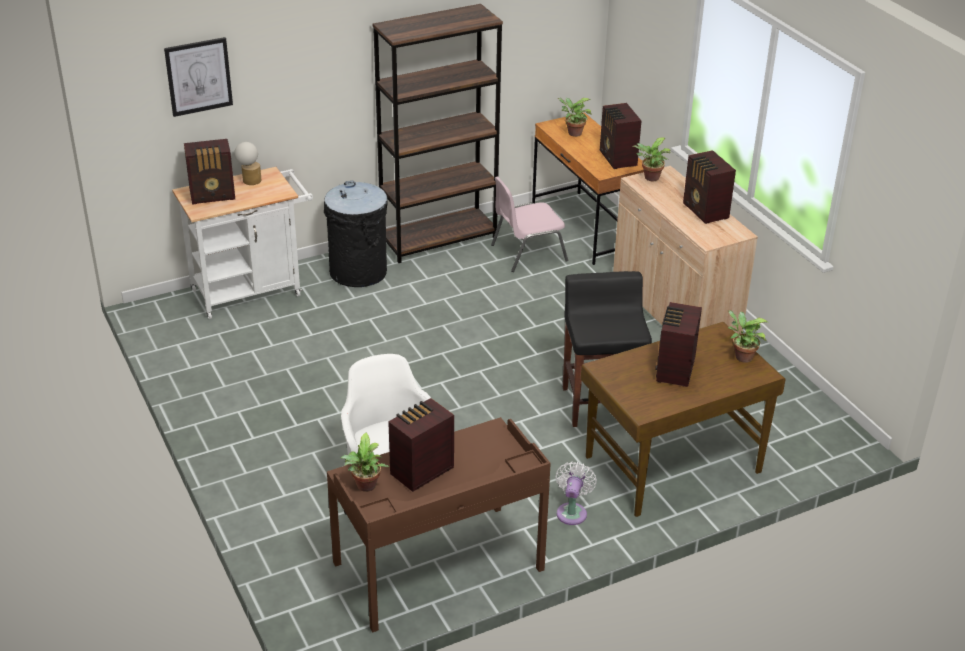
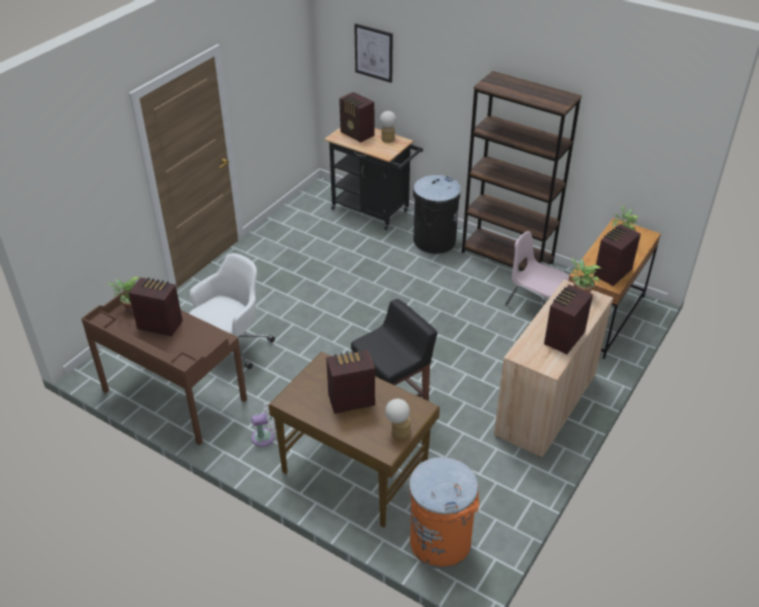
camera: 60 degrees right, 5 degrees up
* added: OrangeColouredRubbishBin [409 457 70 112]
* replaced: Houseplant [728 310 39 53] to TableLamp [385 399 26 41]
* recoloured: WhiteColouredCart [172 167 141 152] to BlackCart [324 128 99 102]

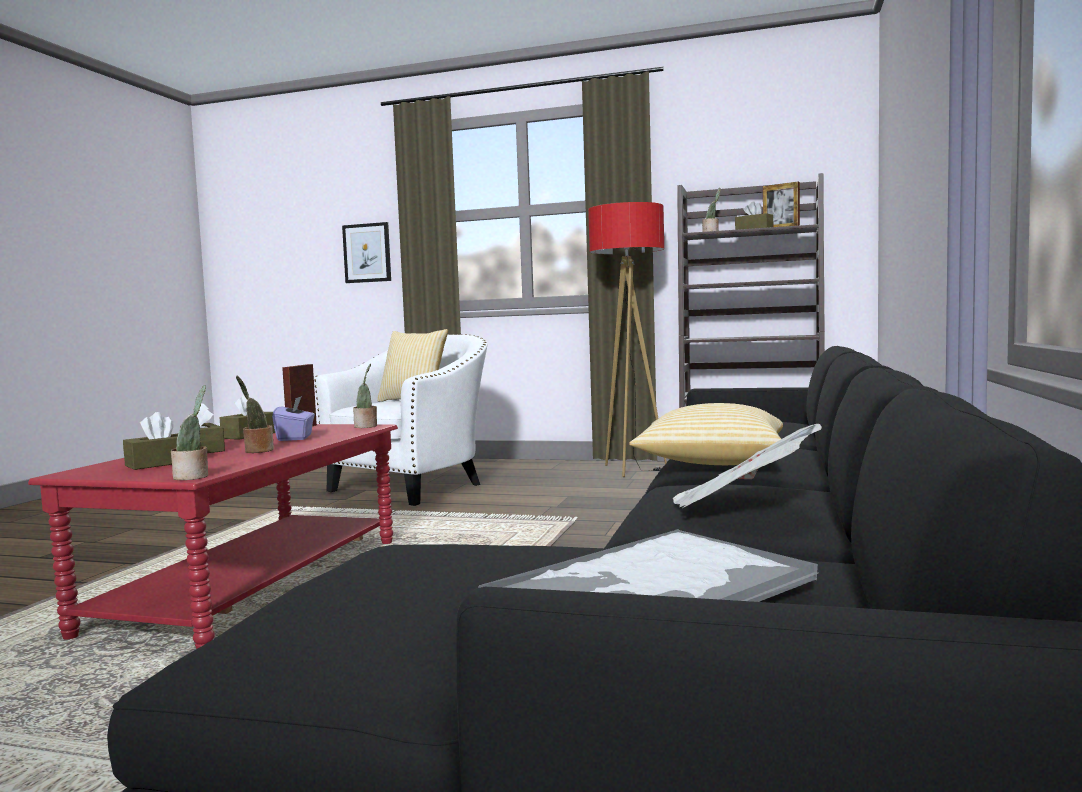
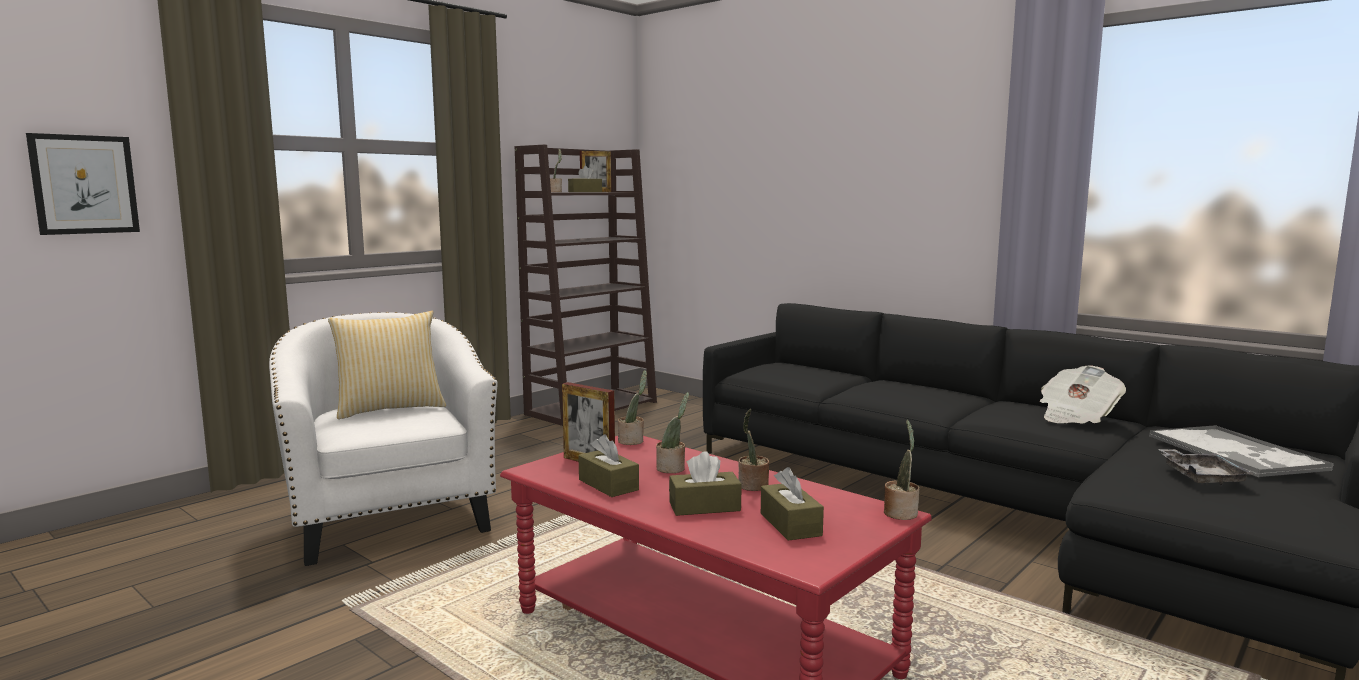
camera: 65 degrees left, 5 degrees up
* removed: FloorLamp [588 202 79 275]
* removed: Cushion [629 403 154 62]
* added: GreyishTray [1158 449 95 36]
* replaced: PurpleColouredTissueHolder [272 396 43 45] to Houseplant [656 392 33 81]

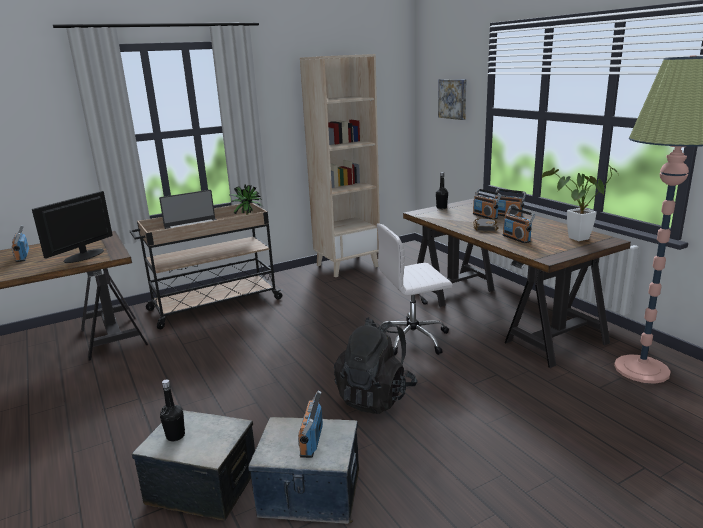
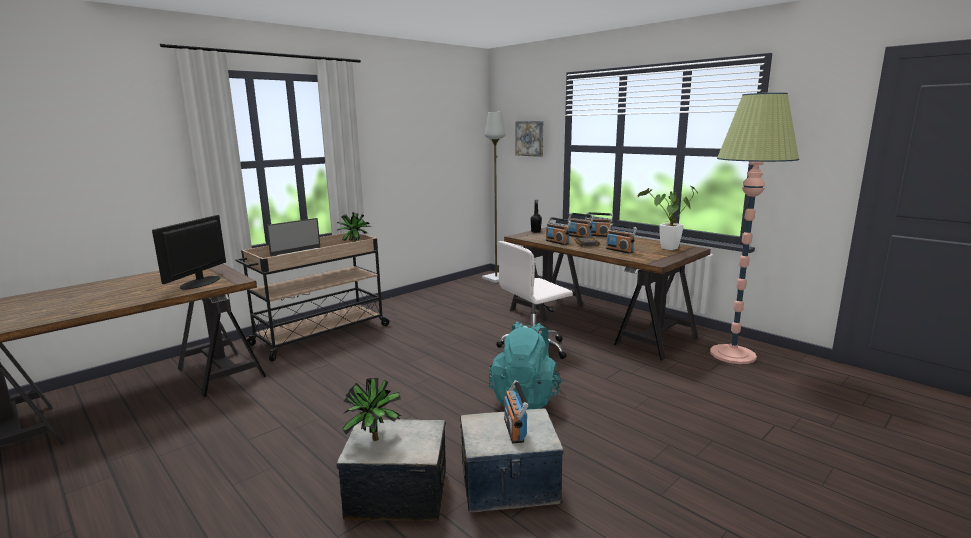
camera: 15 degrees left, 5 degrees down
* removed: BeigeColouredBookcase [300 54 80 223]
* added: GreyishFloorLamp [482 112 23 171]
* moved: RadioSet [12 225 17 37] to [546 217 25 28]
* replaced: BlackBottle [160 379 25 62] to Houseplant [342 378 60 63]
* recoloured: BlackKnapsack [334 317 83 97] to TurquoiseKnapsack [489 321 73 89]

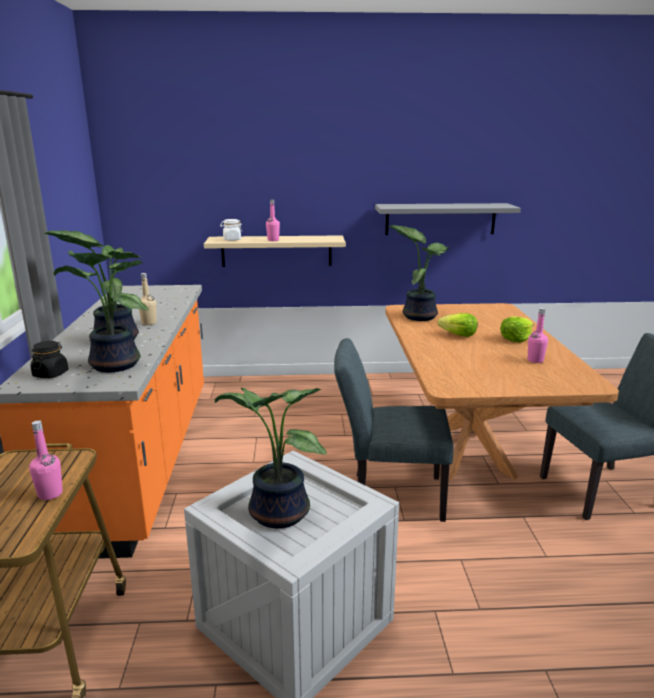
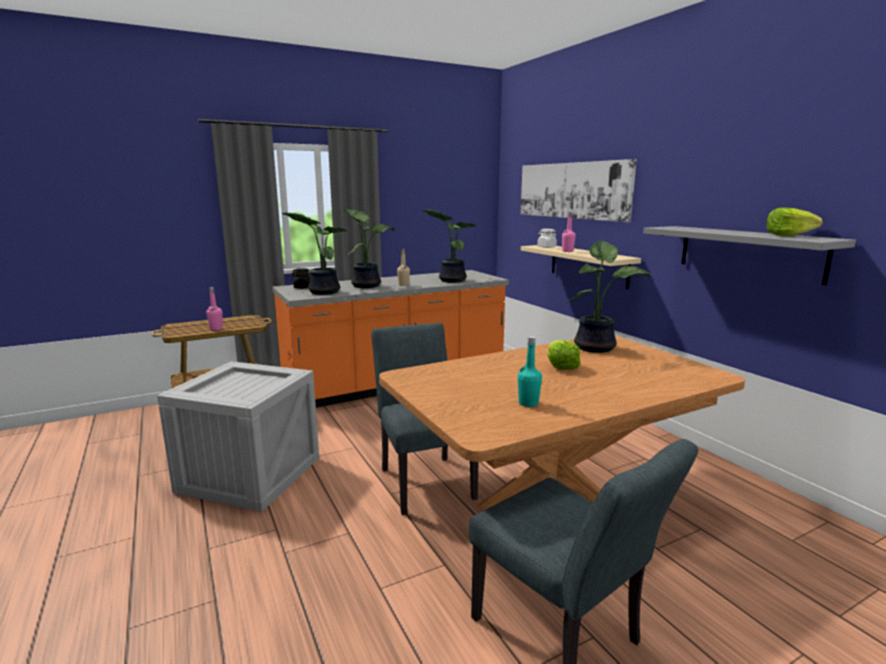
camera: 65 degrees right, 5 degrees down
* added: Picture [521 159 116 63]
* moved: Houseplant [215 388 112 140] to [421 209 55 73]
* moved: HeadOfLettuce [500 316 34 26] to [766 208 57 28]
* recoloured: PinkishBottle [528 308 20 55] to TurquoiseBottle [518 336 24 71]

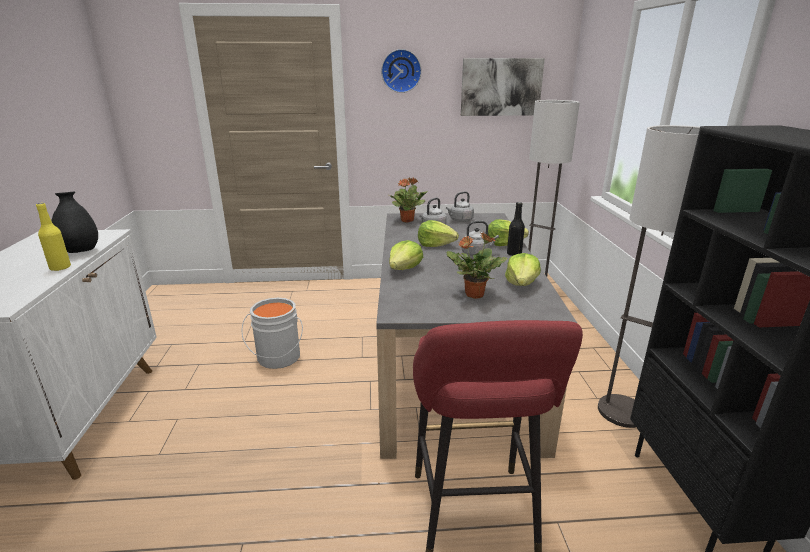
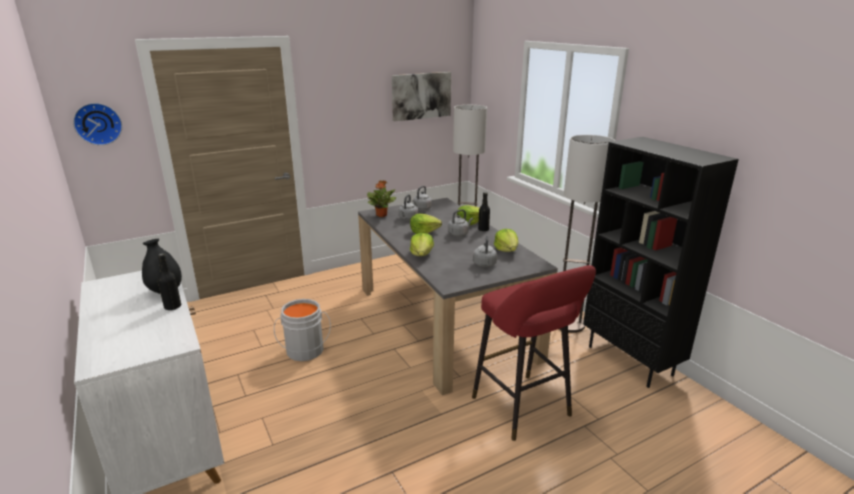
camera: 25 degrees left, 0 degrees up
* moved: ClockOnTheWall [381 49 41 44] to [73 103 49 42]
* replaced: Houseplant [446 232 61 67] to GreyishWaterKettle [473 236 24 31]
* recoloured: YellowBottle [36 203 35 68] to BlackBottle [158 253 23 57]

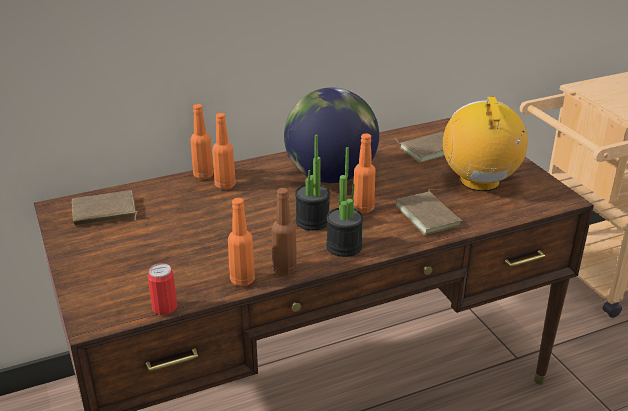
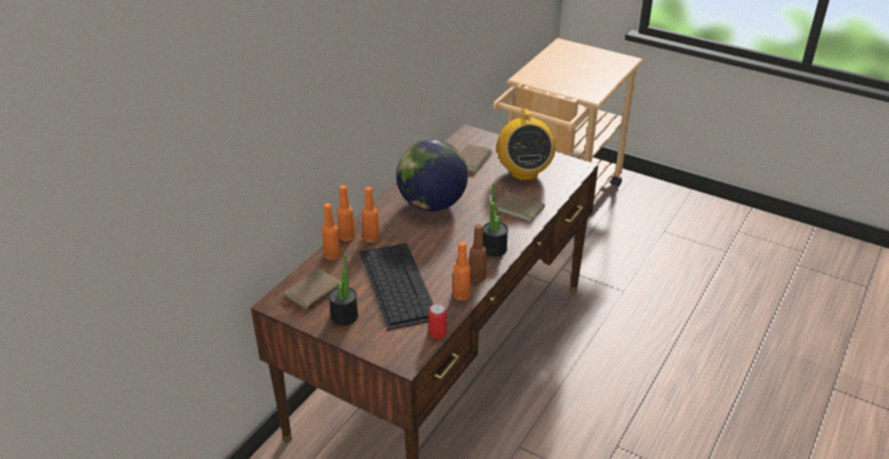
camera: 35 degrees left, 5 degrees up
* added: Keyboard [359 243 74 87]
* moved: Houseplant [295 134 35 97] to [328 254 30 72]
* moved: OrangeColouredBottle [353 134 23 79] to [322 203 19 58]
* turned: RadioSet [443 97 85 94] = [497 109 59 72] 150 degrees counterclockwise

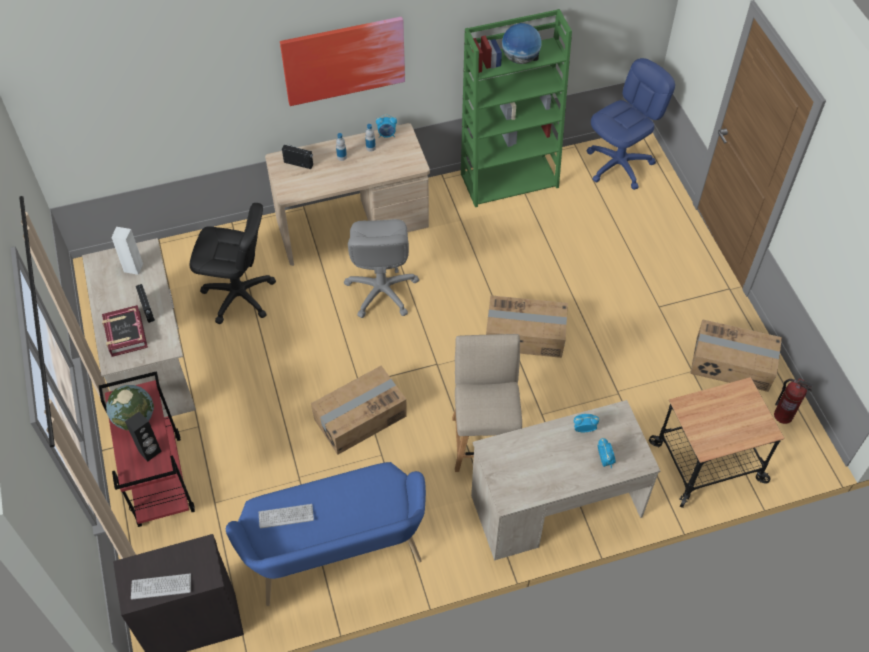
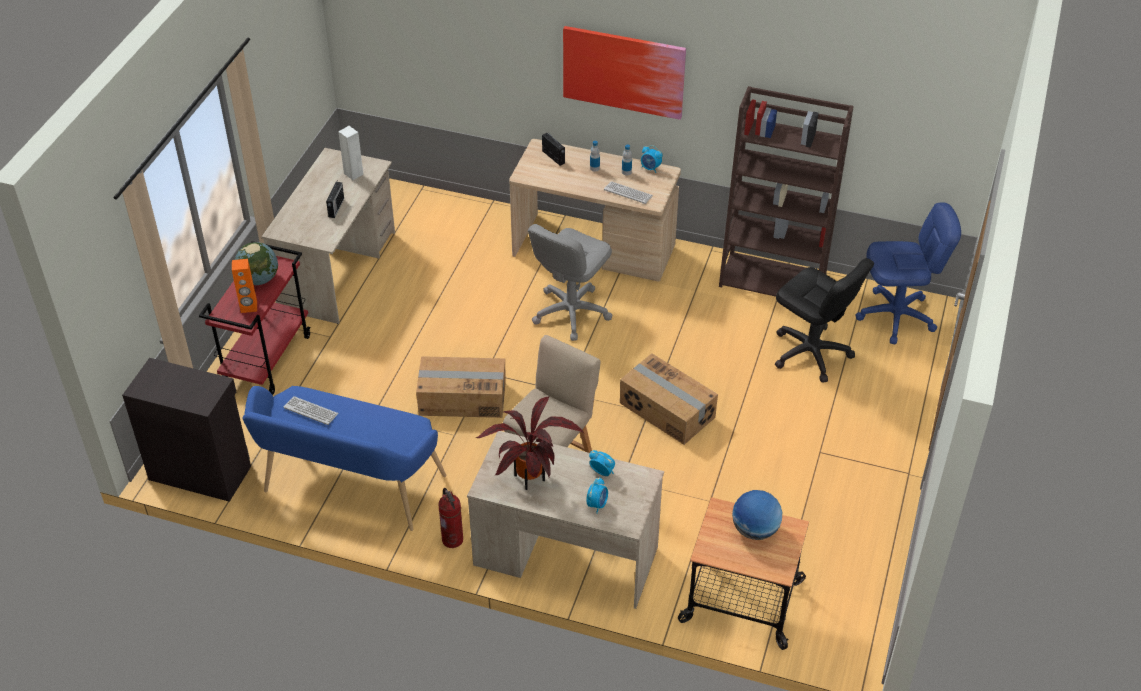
camera: 35 degrees right, 10 degrees down
* removed: BoundBook [102 305 46 52]
* removed: Carton [690 319 92 73]
* added: Houseplant [476 396 108 94]
* moved: Keyboard [131 573 60 27] to [604 181 49 23]
* moved: BlackOfficeChair [190 203 86 121] to [775 258 99 125]
* moved: DeskGlobe [502 23 39 41] to [732 490 50 50]
* moved: FireFightingCylinder [774 378 40 46] to [438 488 25 60]
* recoloured: BlackLoudspeaker [125 412 37 50] to OrangeColouredLoudspeaker [232 259 25 54]
* recoloured: GreenishBookcase [461 9 111 198] to BrownishBookcase [719 86 135 211]

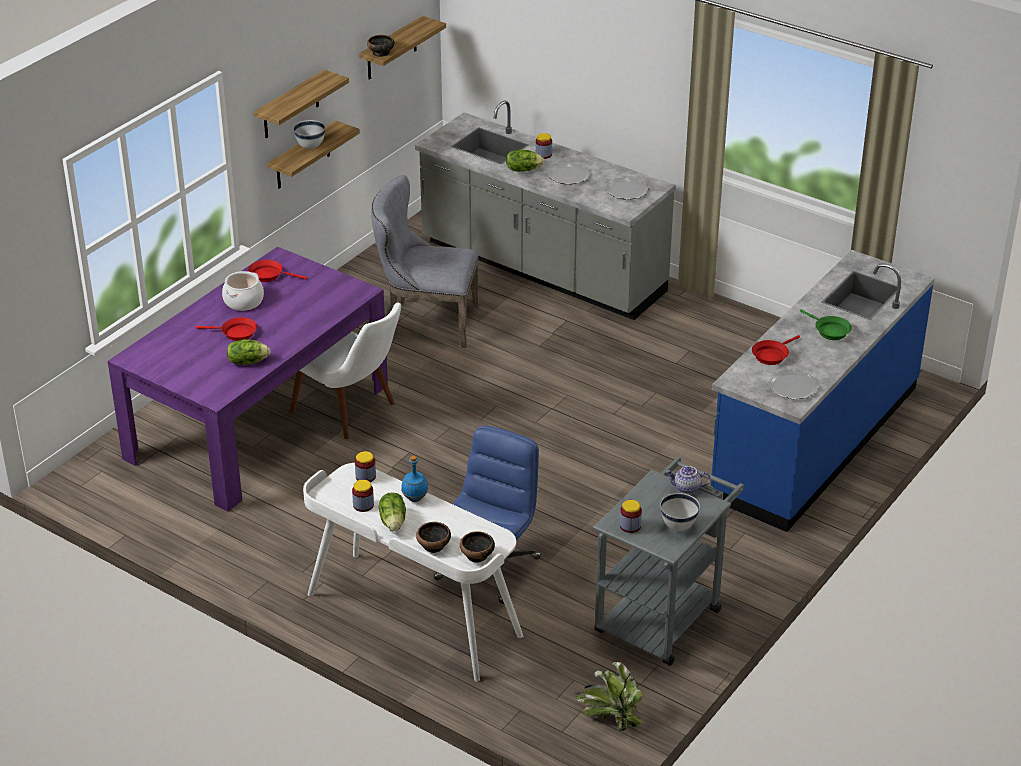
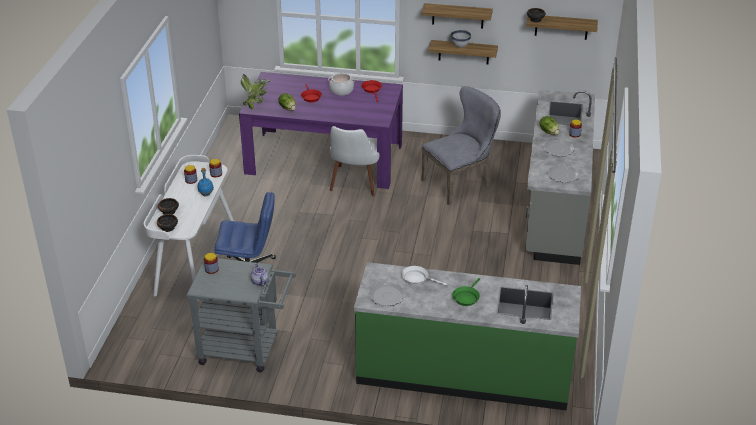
camera: 65 degrees right, 0 degrees up
* removed: HeadOfLettuce [379 492 27 40]
* removed: WhiteColouredServingBowl [660 493 40 38]
* moved: Houseplant [575 662 68 69] to [241 74 29 35]
* recoloured: BlueColouredCounter [711 250 224 282] to GreenishCounter [354 262 227 149]
* recoloured: RedSkillet [752 335 48 30] to WhiteColouredSkillet [402 266 45 20]
* turned: GreyishChair [371 175 108 173] = [421 86 80 119] 75 degrees clockwise

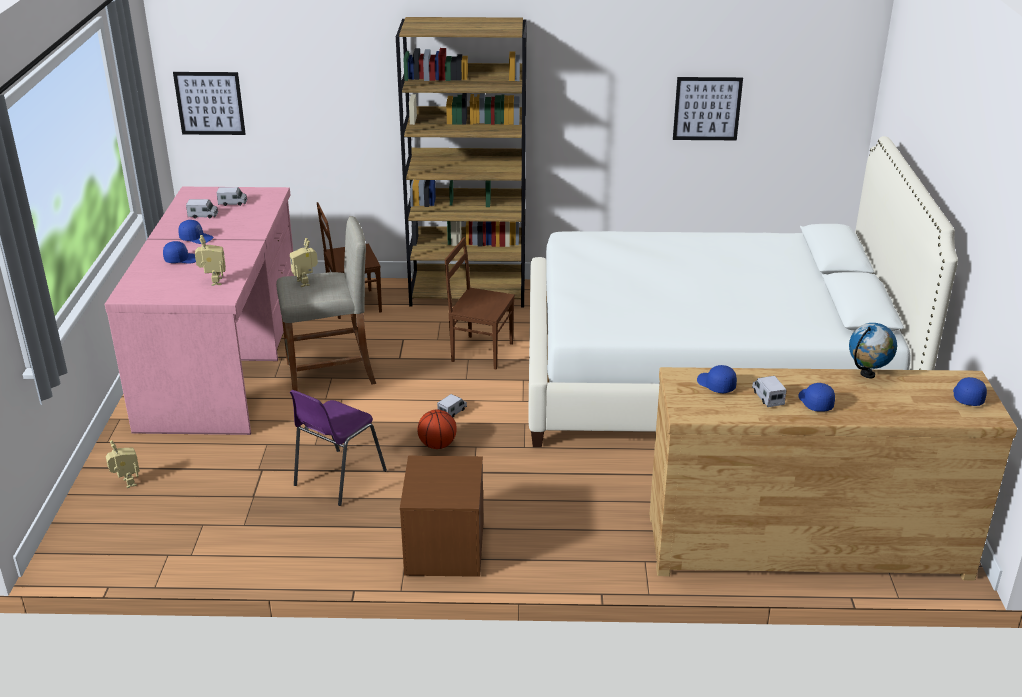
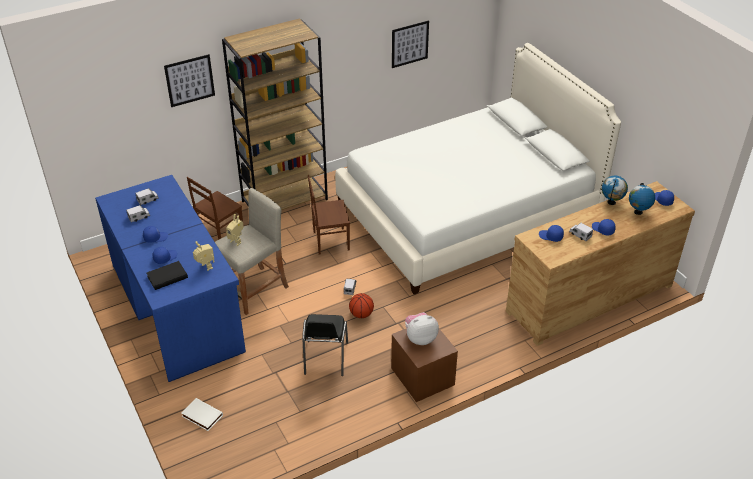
camera: 30 degrees left, 10 degrees up
* added: BlackBoundBook [147 261 41 29]
* added: SoftToy [405 312 34 33]
* added: DeskGlobe [629 183 26 32]
* moved: Picture [173 72 73 63] to [164 54 51 53]
* replaced: ModelRobot [106 440 34 48] to WhiteColouredBoundBook [182 398 41 33]
* recoloured: PinkishDeskTable [105 187 189 248] to BlueColouredDeskTable [95 175 151 207]
* recoloured: PurpleColouredChair [290 390 97 116] to BlackChair [302 314 46 62]

